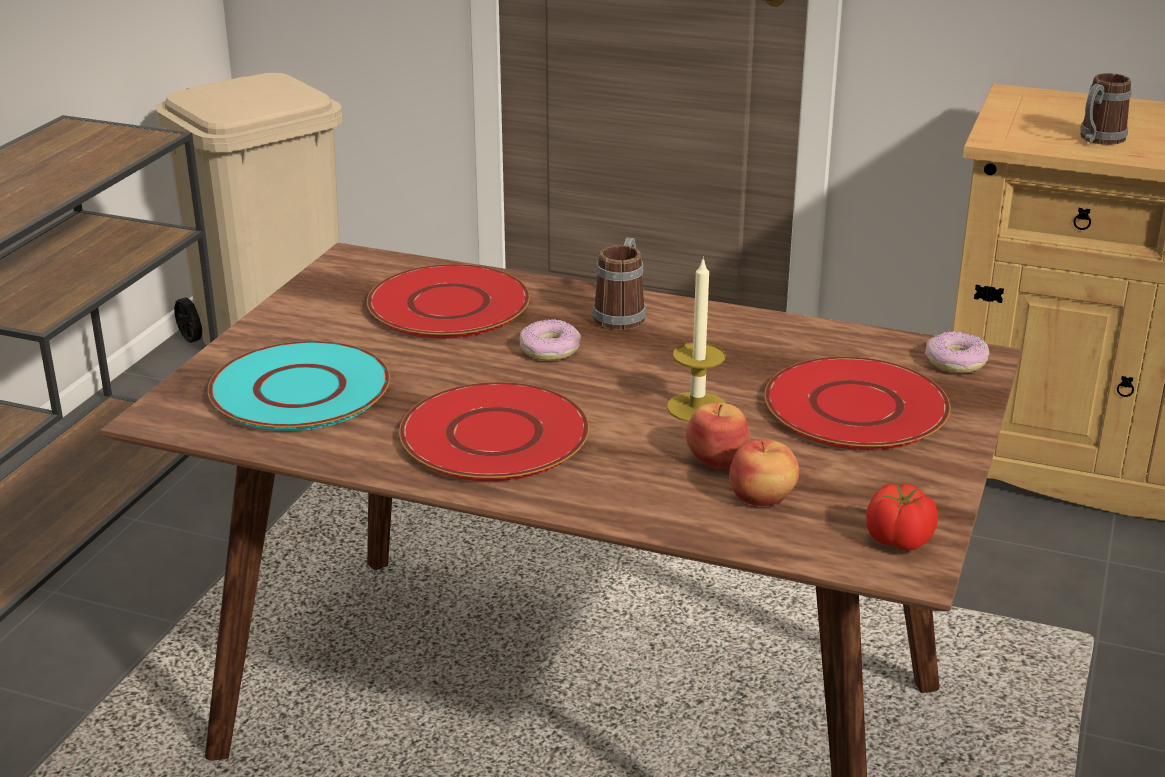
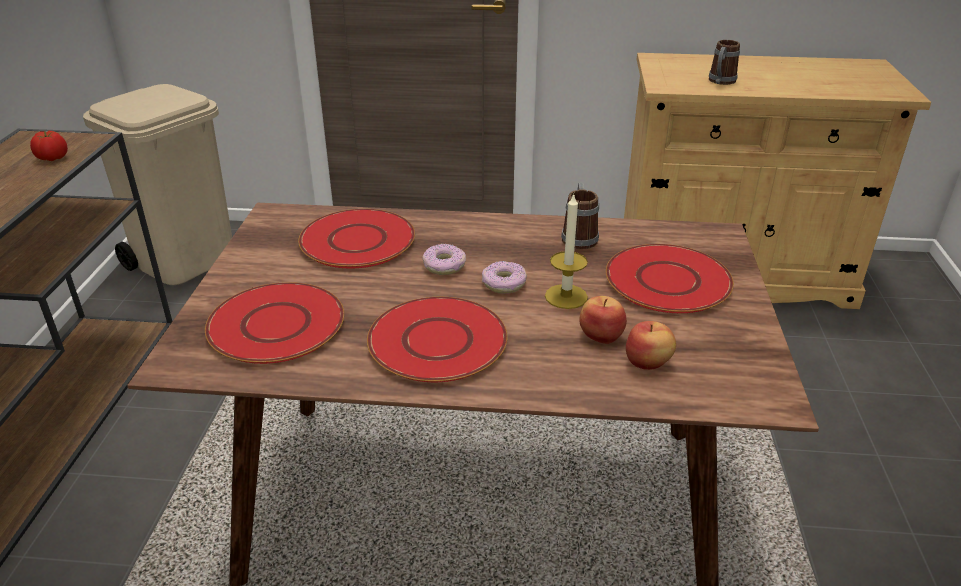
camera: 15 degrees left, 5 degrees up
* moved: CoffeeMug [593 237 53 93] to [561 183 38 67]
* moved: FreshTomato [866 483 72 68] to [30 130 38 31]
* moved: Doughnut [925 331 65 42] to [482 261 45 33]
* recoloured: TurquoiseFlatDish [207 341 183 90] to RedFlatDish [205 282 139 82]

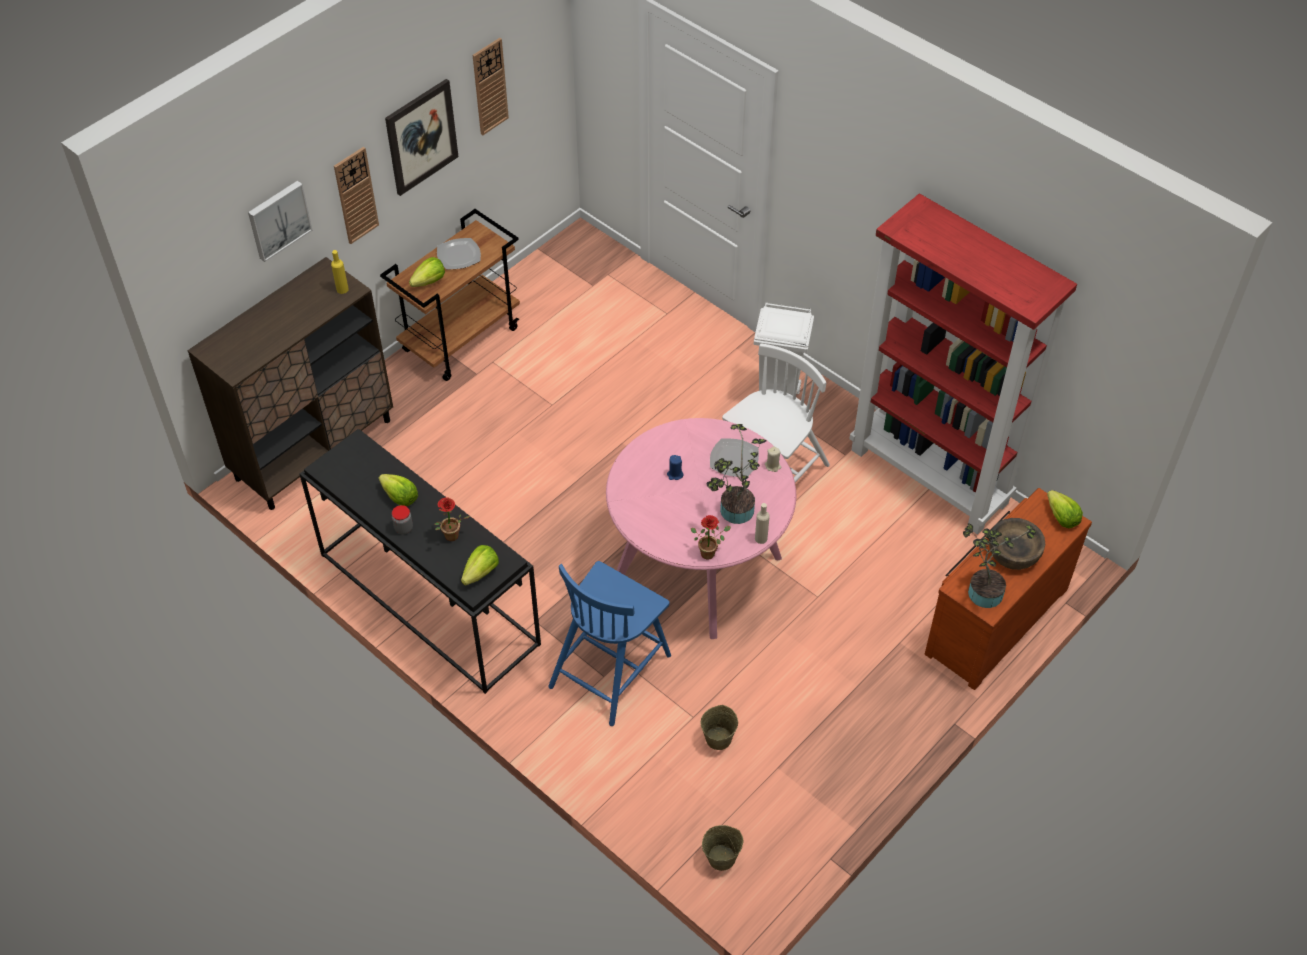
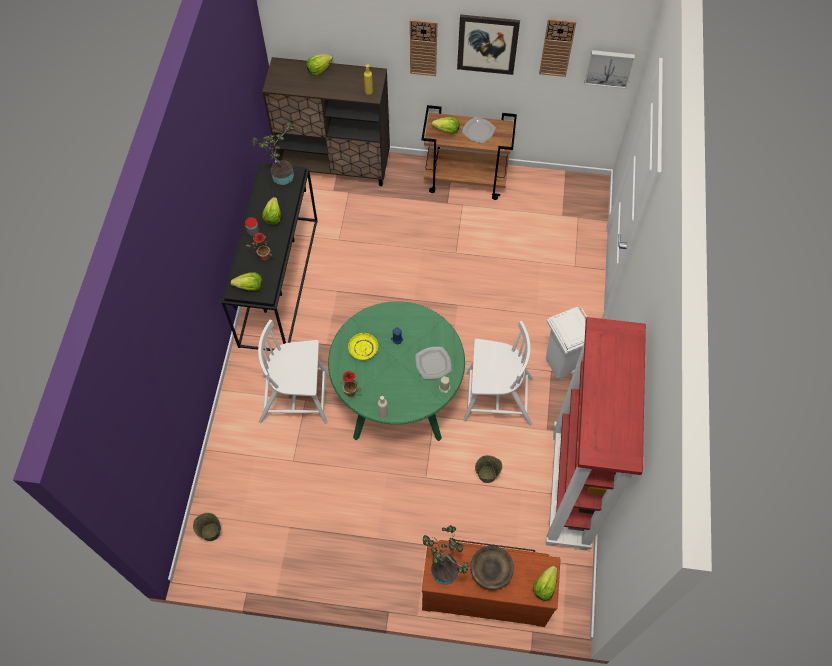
camera: 55 degrees right, 10 degrees up
* added: HeadOfLettuce [306 54 27 22]
* added: YellowFlatDish [348 333 30 27]
* moved: Picture [248 181 64 81] to [584 50 51 39]
* moved: BeigeColouredBucket [700 705 38 45] to [475 455 27 28]
* moved: Houseplant [706 424 60 100] to [252 122 42 63]
* recoloured: BlueColouredChair [548 561 123 165] to WhiteColouredChair [258 320 71 104]
* recoloured: PinkishDiningTable [606 418 190 221] to GreenishDiningTable [328 301 137 140]

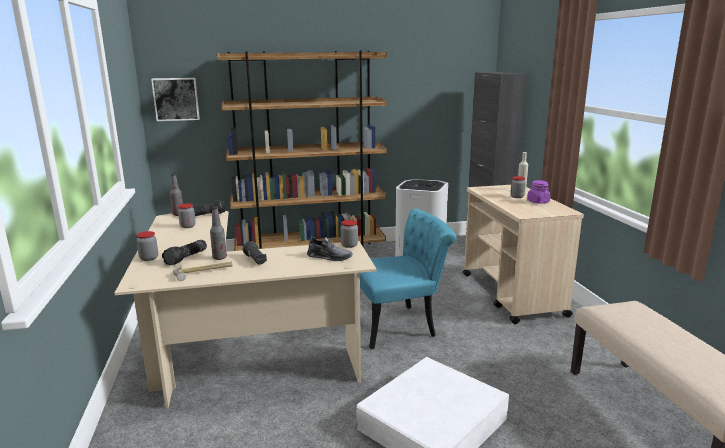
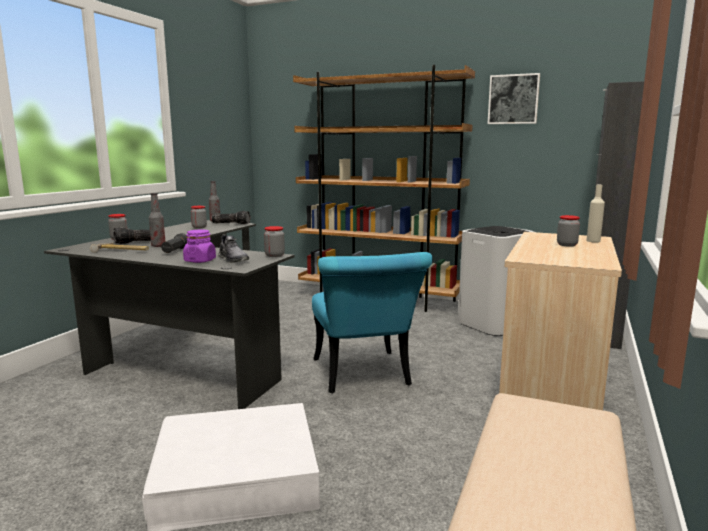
camera: 35 degrees right, 5 degrees down
* moved: Picture [151 78 49 43] to [488 73 52 51]
* moved: PurpleColouredPreserveJar [527 180 23 24] to [183 230 33 33]
* recoloured: BeigeColouredDeskTable [114 211 262 198] to BlackDeskTable [44 220 251 189]
* turned: TurquoiseChair [360 209 97 140] = [312 252 121 141] 60 degrees clockwise

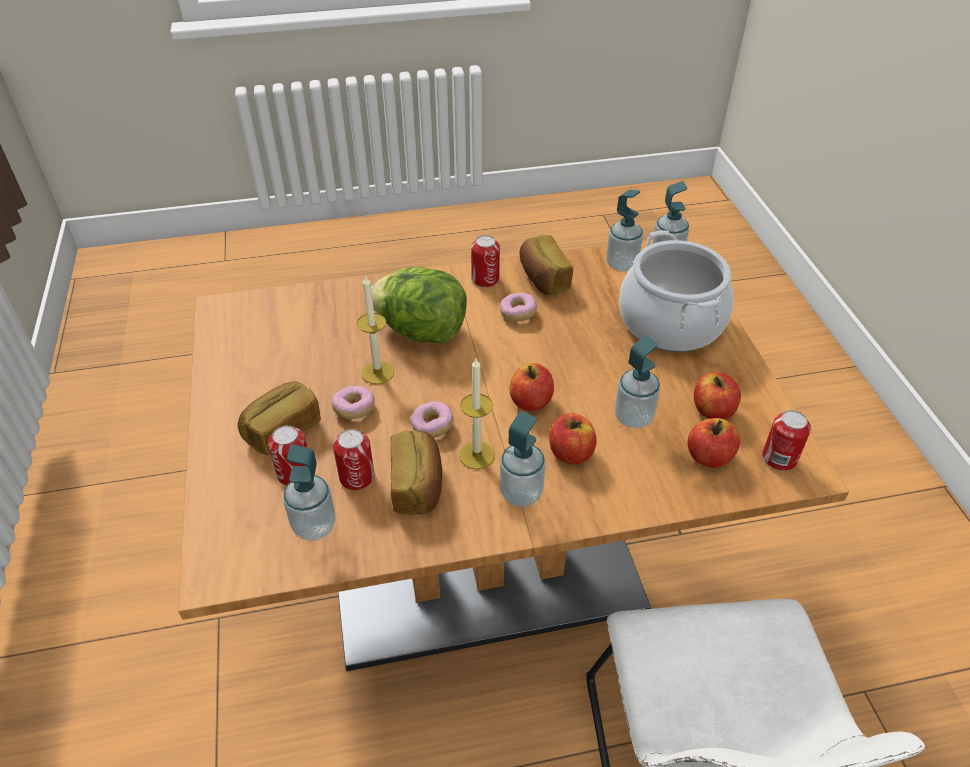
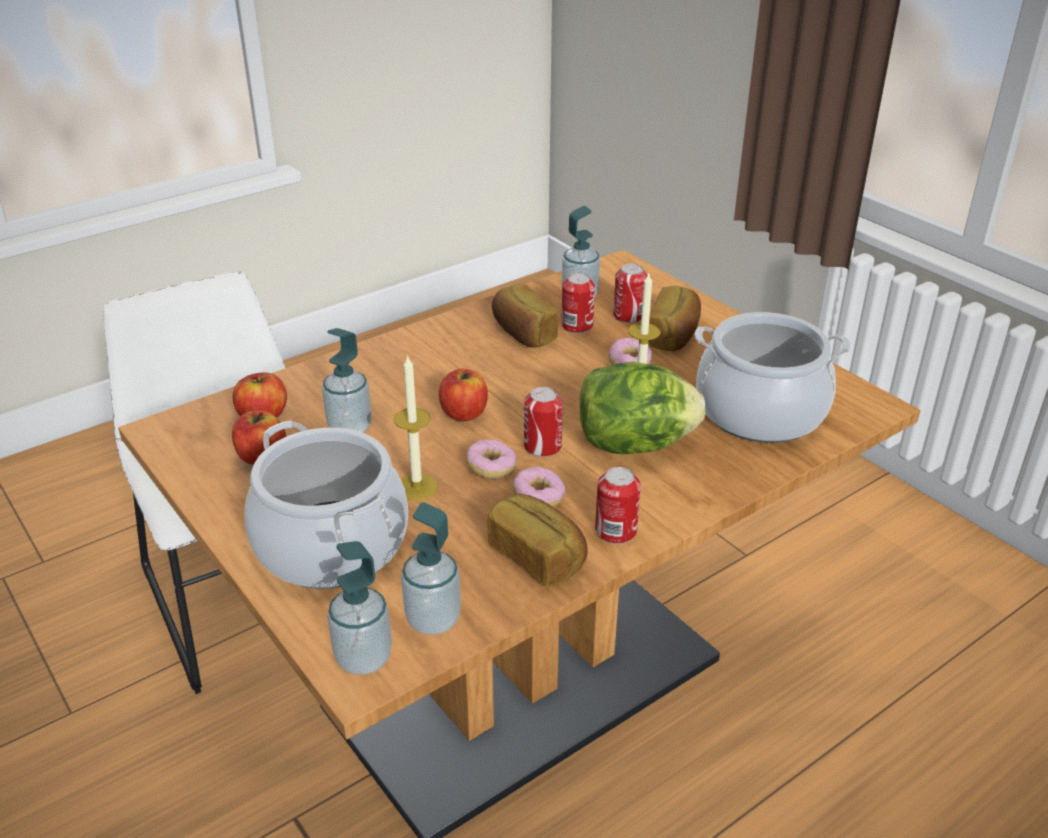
camera: 155 degrees right, 10 degrees down
* removed: LiquidSoapBottle [500 411 45 96]
* removed: WholeApple [549 413 48 51]
* added: Stockpot [695 312 156 131]
* moved: Doughnut [411 401 43 37] to [466 439 50 40]
* moved: WaxCandle [459 358 36 112] to [394 354 44 147]
* moved: Can [762 410 49 61] to [524 387 39 70]

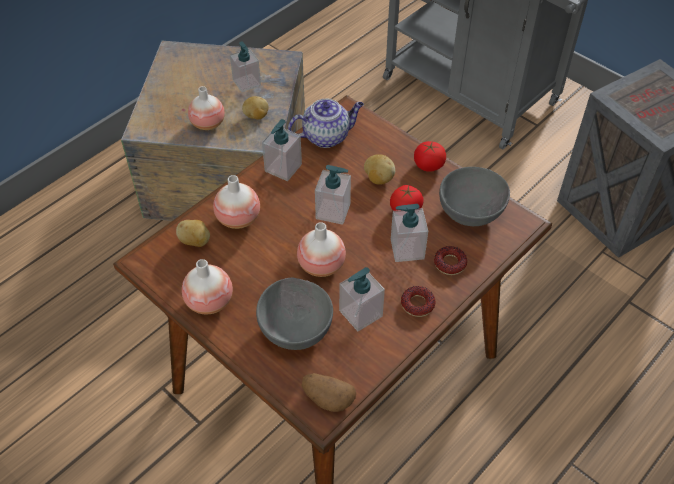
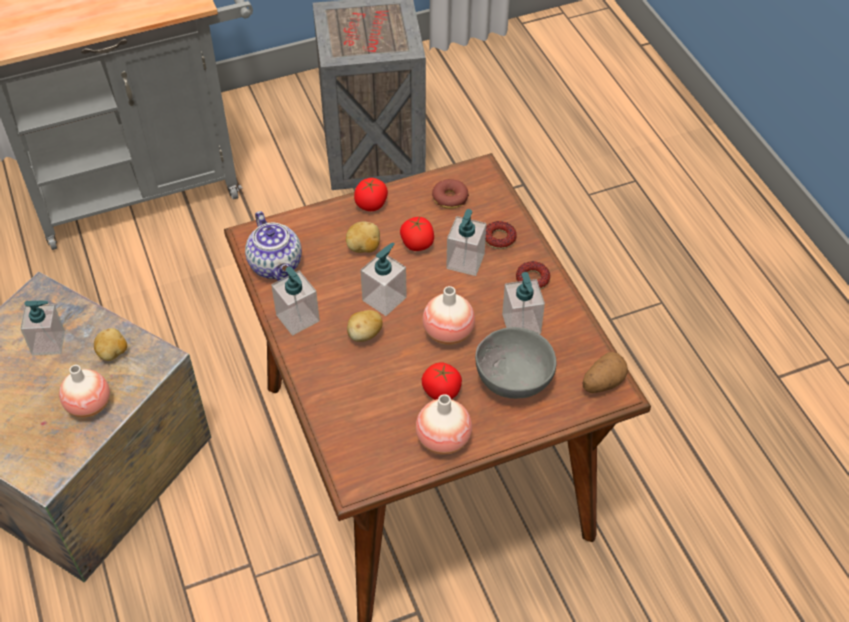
camera: 65 degrees left, 0 degrees up
* removed: FlowerVase [213 175 47 54]
* added: FreshTomato [422 363 40 37]
* moved: Spud [176 220 34 27] to [347 310 36 32]
* replaced: GreyishServingBowl [439 167 71 59] to Doughnut [432 179 37 30]
* turned: PotForTea [288 98 76 50] = [245 211 57 70] 150 degrees clockwise

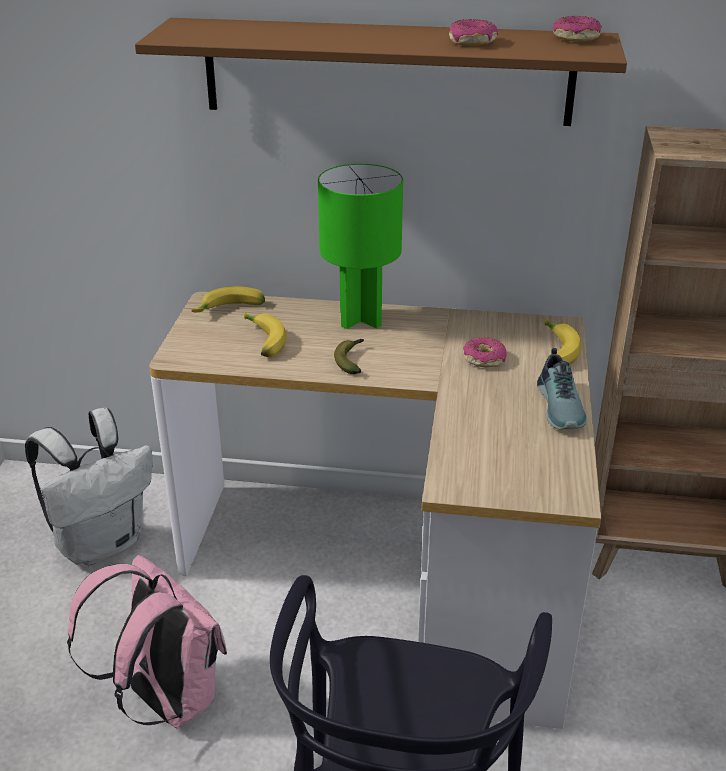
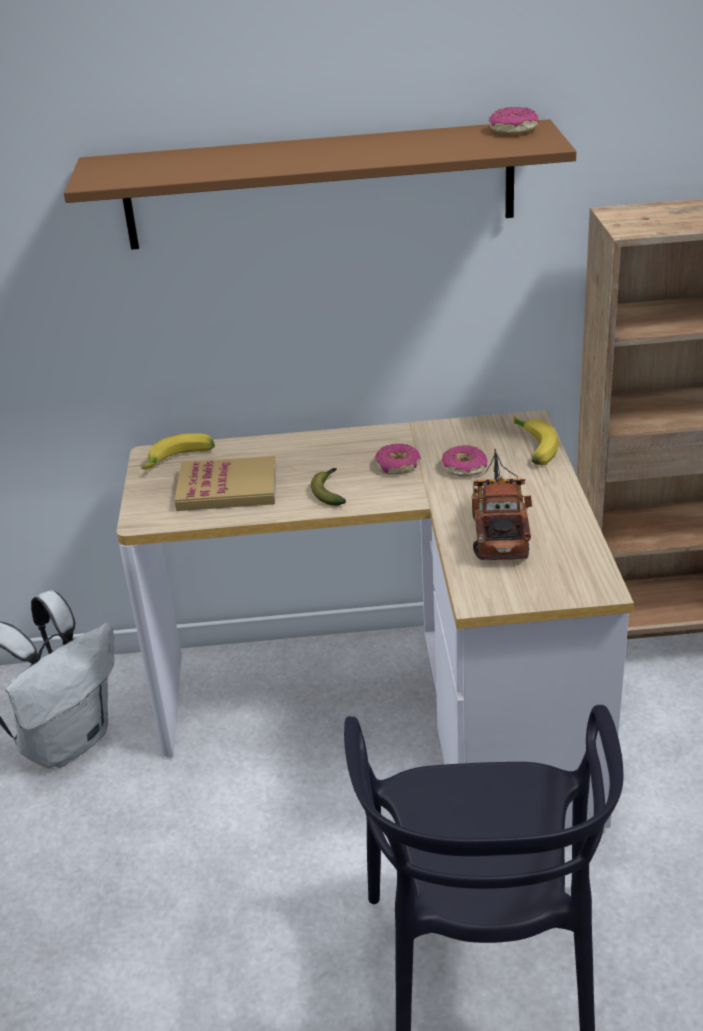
camera: 10 degrees left, 0 degrees up
* removed: PinkishKnapsack [67 555 160 173]
* removed: GreenishTableLamp [318 164 85 165]
* removed: ItemOfFootwear [537 348 50 81]
* added: ModelTruck [472 449 60 111]
* moved: Doughnut [449 19 49 26] to [375 443 46 32]
* replaced: BananaFruit [244 311 43 47] to BoundBook [175 456 101 55]

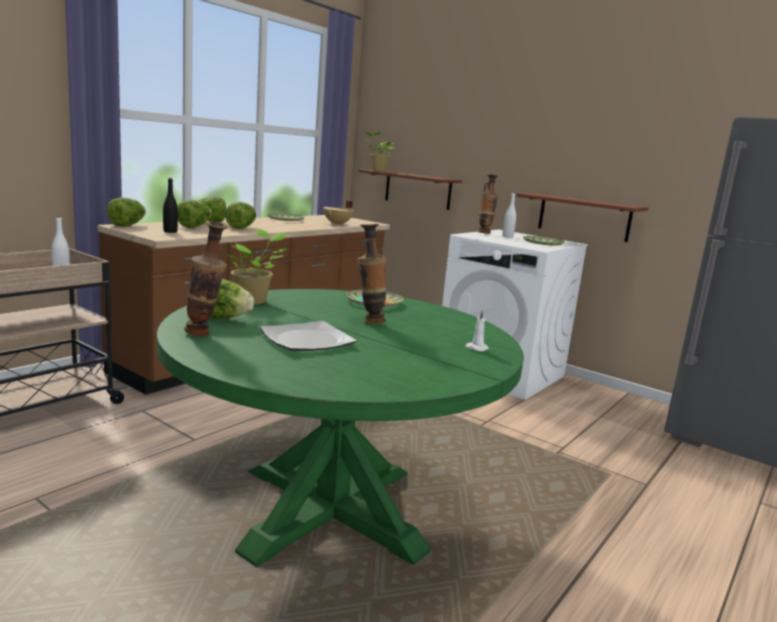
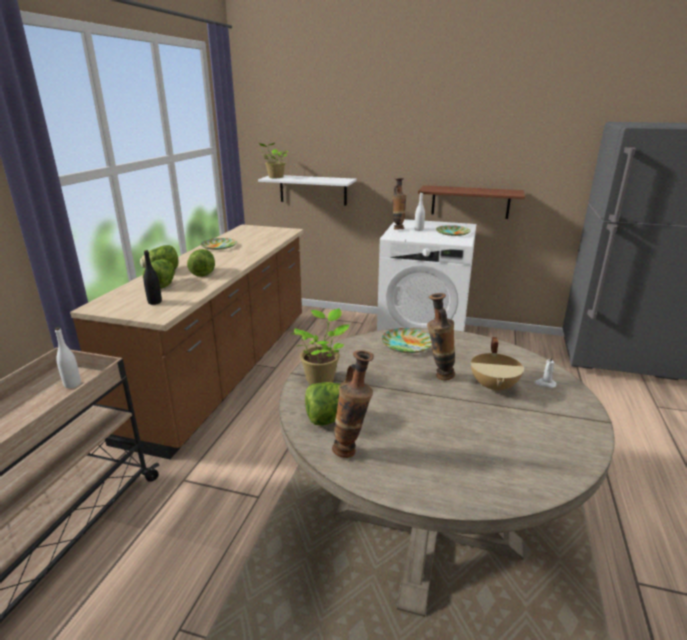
camera: 20 degrees left, 10 degrees up
* removed: HeadOfLettuce [107 197 39 30]
* removed: FlatDish [260 321 97 30]
* moved: BeigeColouredStockpot [323 200 31 25] to [471 337 53 56]
* recoloured: GreenishDiningTable [157 289 367 278] to BeigeColouredDiningTable [279 328 336 289]
* recoloured: BrownishWallShelf [358 169 104 41] to WhiteColouredWallShelf [258 175 98 31]

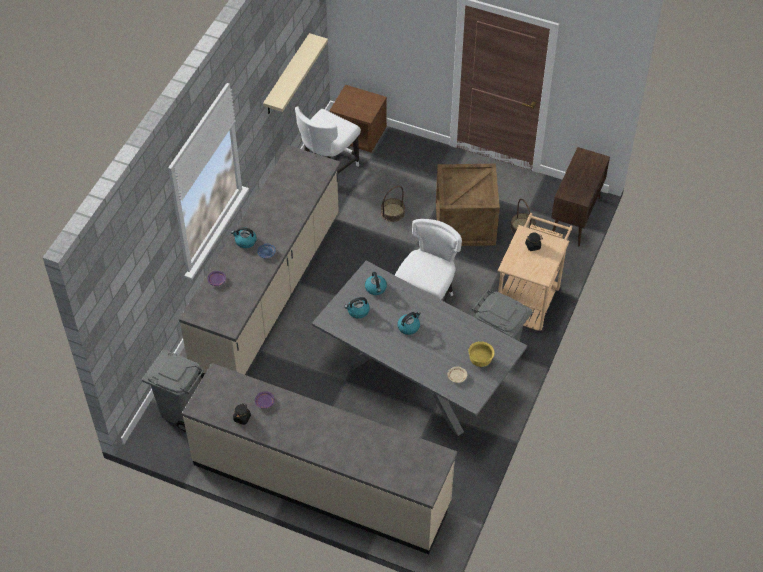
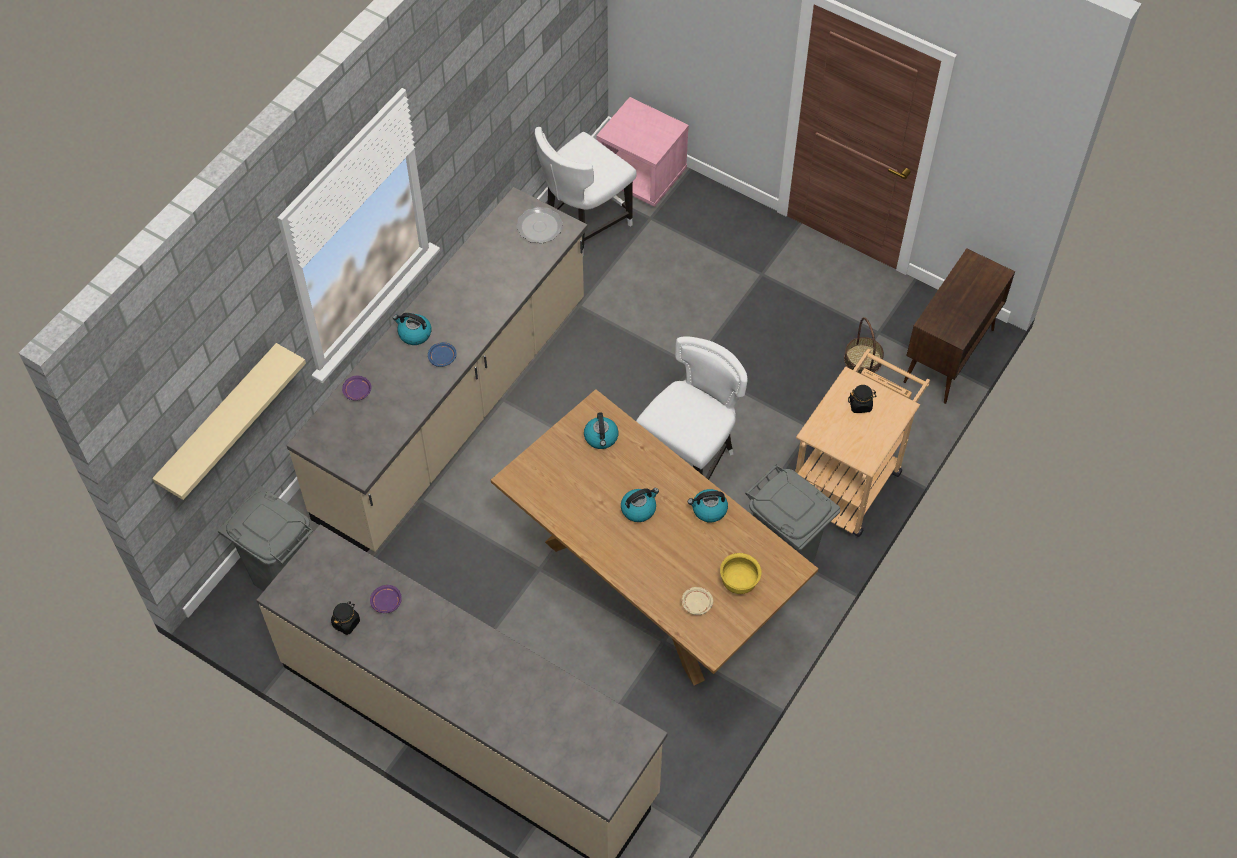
camera: 10 degrees right, 5 degrees up
* removed: HouseholdBasket [381 186 24 36]
* removed: Crate [436 164 64 82]
* added: FlatDish [516 207 47 36]
* moved: BeigeColouredWallShelf [263 33 65 81] to [152 343 154 157]
* moved: WaterKettle [344 297 26 22] to [688 489 40 33]
* recoloured: GreyishDiningTable [312 261 215 175] to BrownishDiningTable [491 389 327 297]
* recoloured: BrownishNightstand [329 85 58 68] to PinkishNightstand [596 97 93 110]

